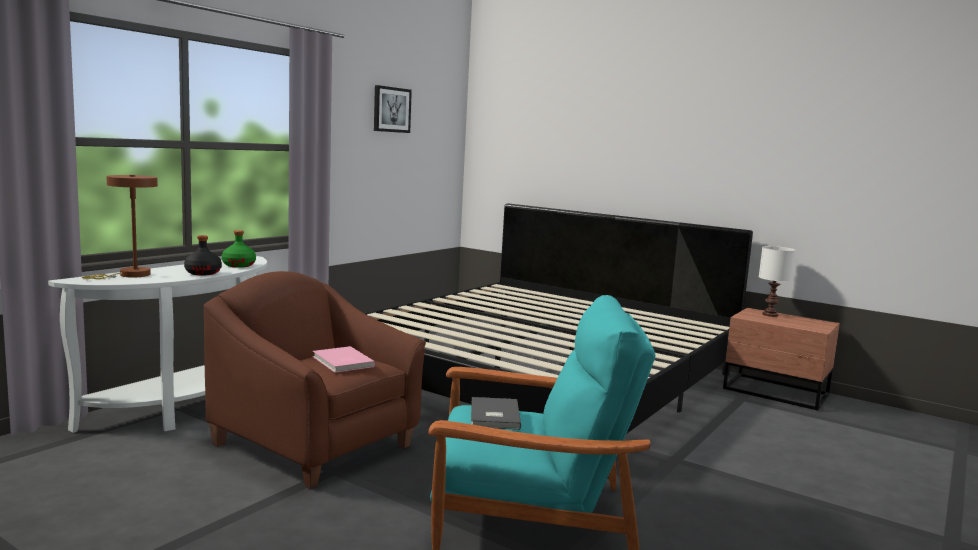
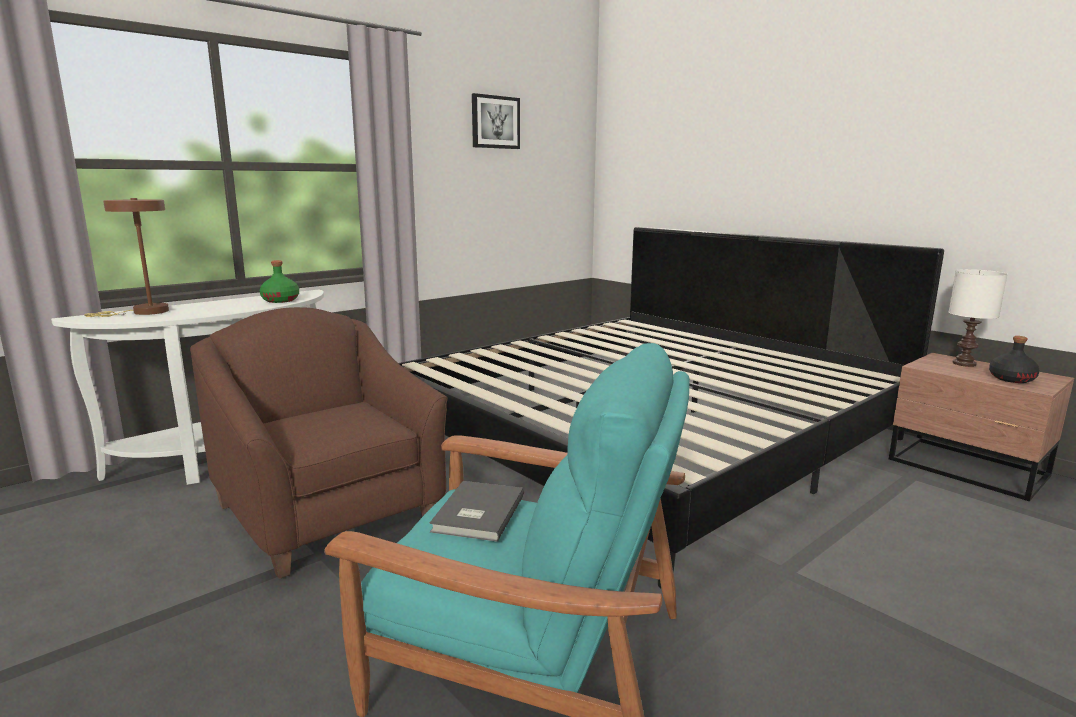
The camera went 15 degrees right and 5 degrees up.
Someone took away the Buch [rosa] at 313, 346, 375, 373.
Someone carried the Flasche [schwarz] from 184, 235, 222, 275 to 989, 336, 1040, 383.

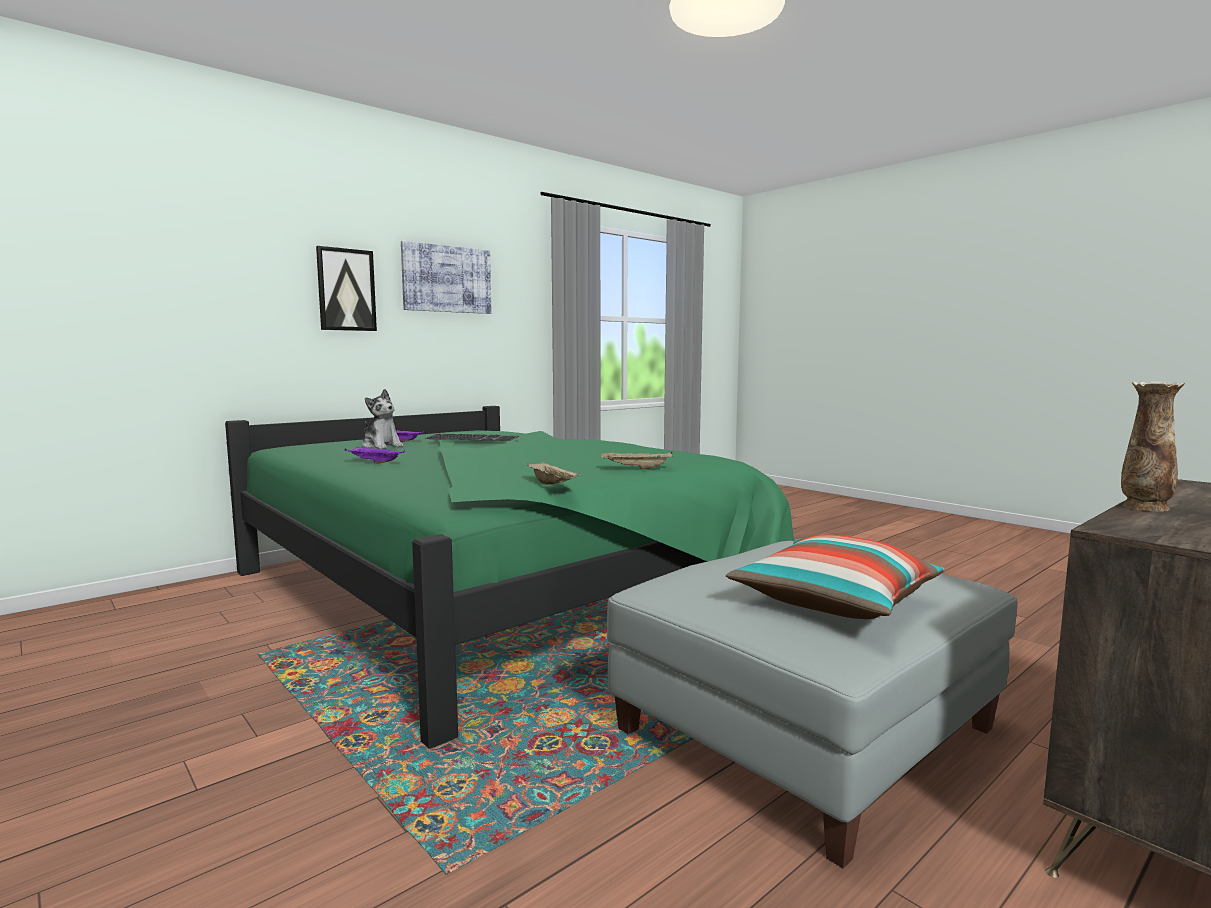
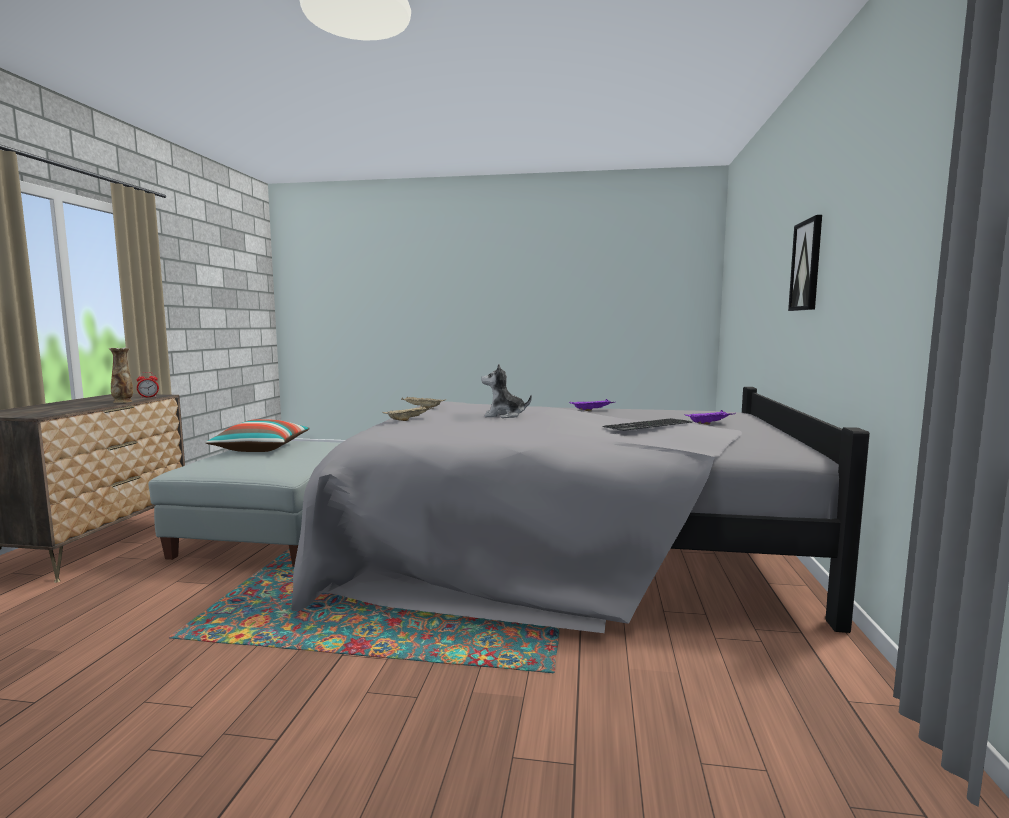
The camera went 140 degrees right and 0 degrees up.
Someone took away the Bild at 401, 241, 491, 314.
Someone put down the Wecker at 137, 372, 159, 398.
Someone carried the Plüschtier from 362, 389, 403, 449 to 481, 363, 532, 418.
Someone repainted the Bett [grün] at 225, 406, 794, 749, which became the Bett [grau] at 291, 387, 870, 633.

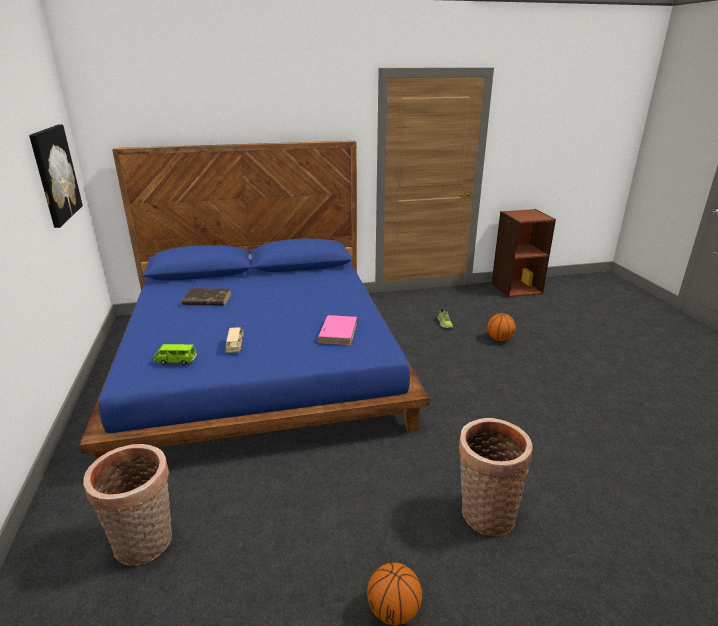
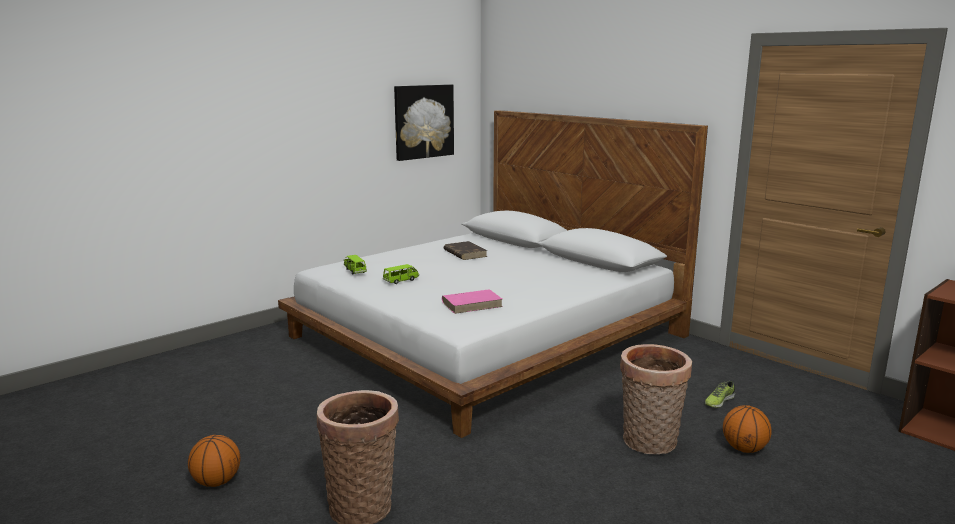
The camera went 60 degrees right and 10 degrees down.
Someone carried the Korb from 83, 444, 172, 566 to 620, 344, 692, 455.
Someone repainted the Bett [blau] at 79, 141, 430, 460, which became the Bett [weiß] at 278, 110, 708, 438.
Someone repainted the Spielzeugauto [beige] at 225, 327, 244, 353, which became the Spielzeugauto [grün] at 383, 264, 419, 284.

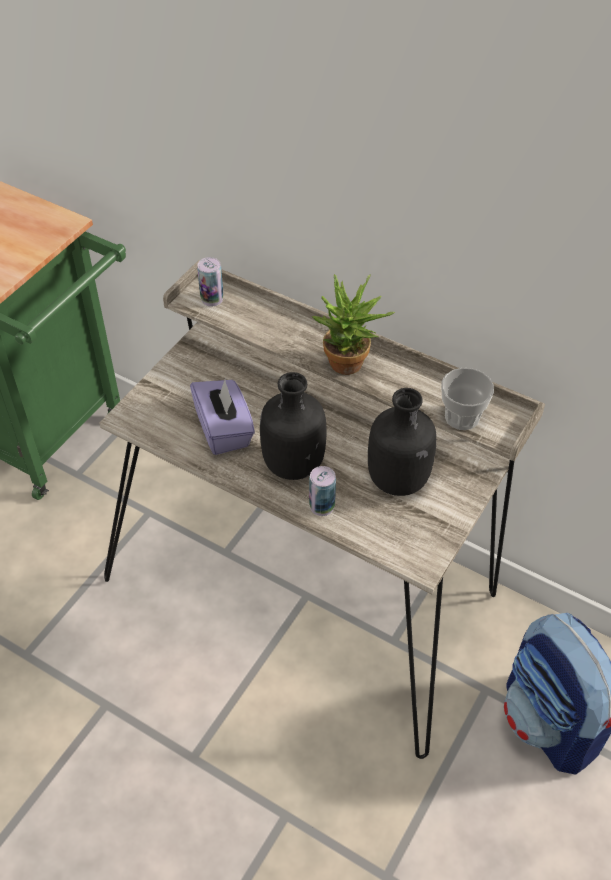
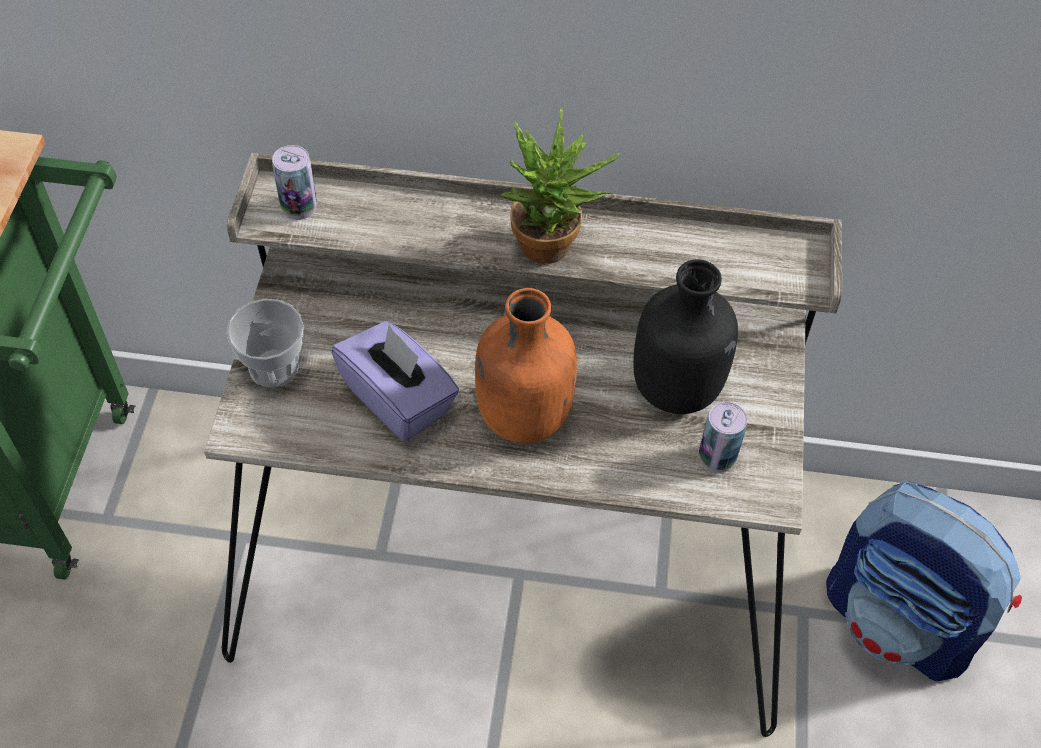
The camera went 25 degrees left and 5 degrees up.
Someone carried the Dose from 309, 466, 336, 516 to 699, 402, 747, 473.
Someone carried the Tasse from 441, 368, 494, 430 to 226, 299, 304, 388.
Someone repainted the Flasche [schwarz] at 260, 372, 327, 480, which became the Flasche [orange] at 475, 288, 577, 443.

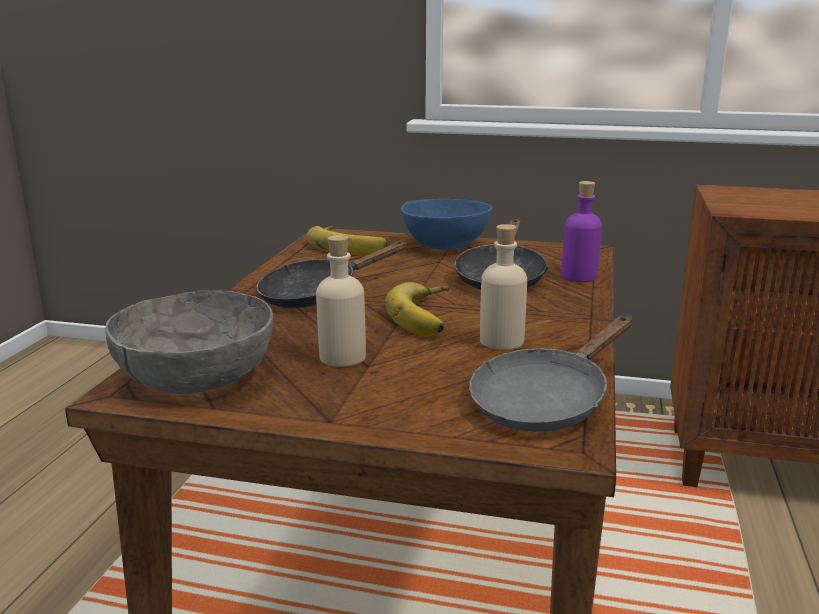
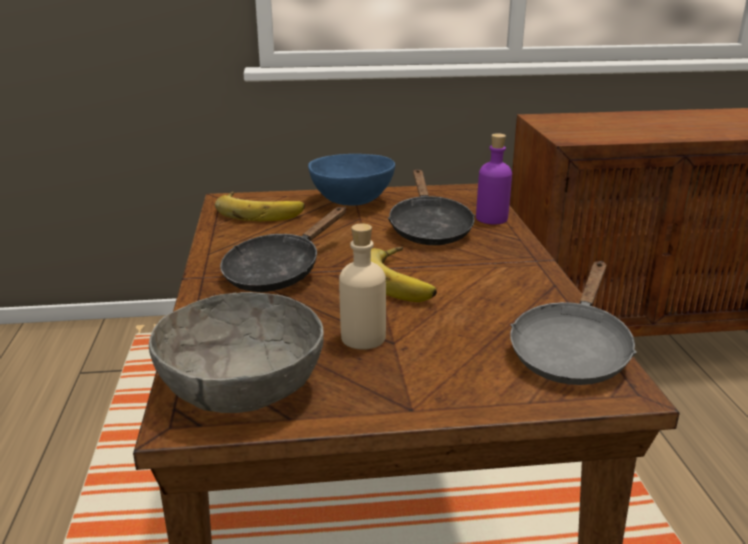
The camera went 20 degrees left and 5 degrees up.
Someone took away the Flasche [beige] at 480, 224, 527, 350.

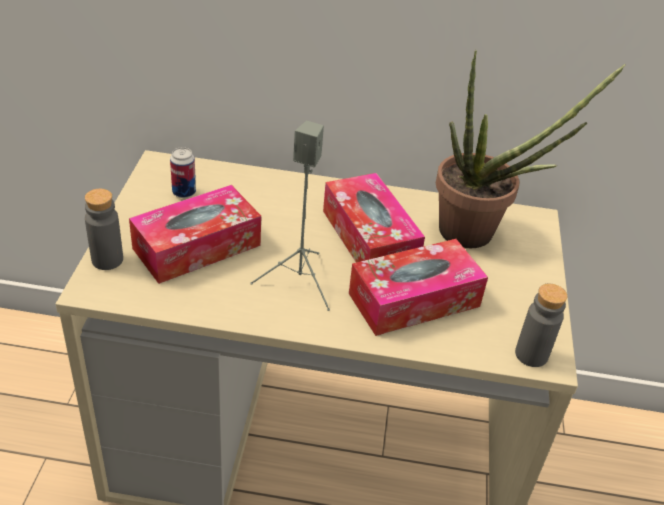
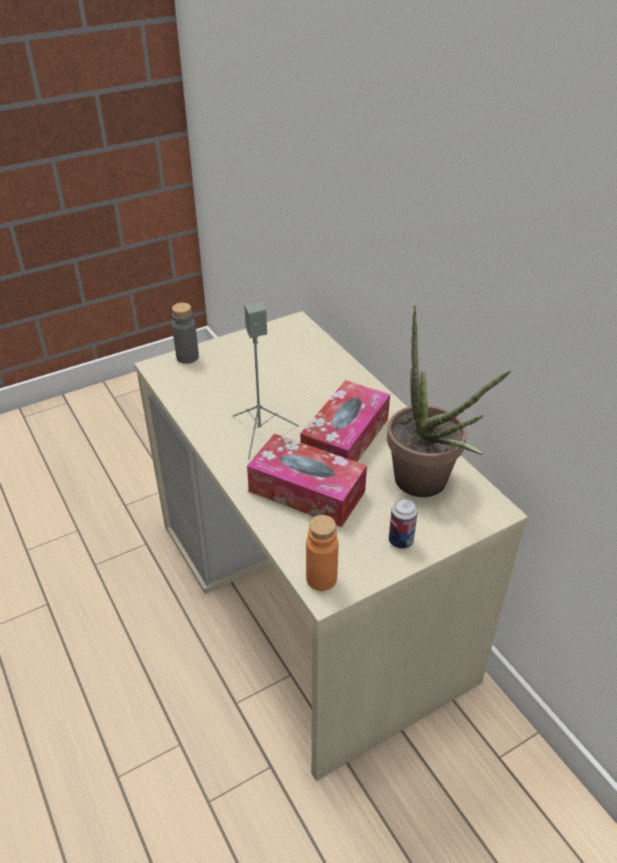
The camera went 55 degrees right and 0 degrees up.
Someone took away the Taschentuchbox at 129, 185, 261, 284.
Someone carried the Dose from 170, 147, 196, 198 to 389, 498, 418, 549.
Someone repainted the Flasche [grau] at 515, 284, 567, 367, which became the Flasche [orange] at 306, 515, 338, 591.

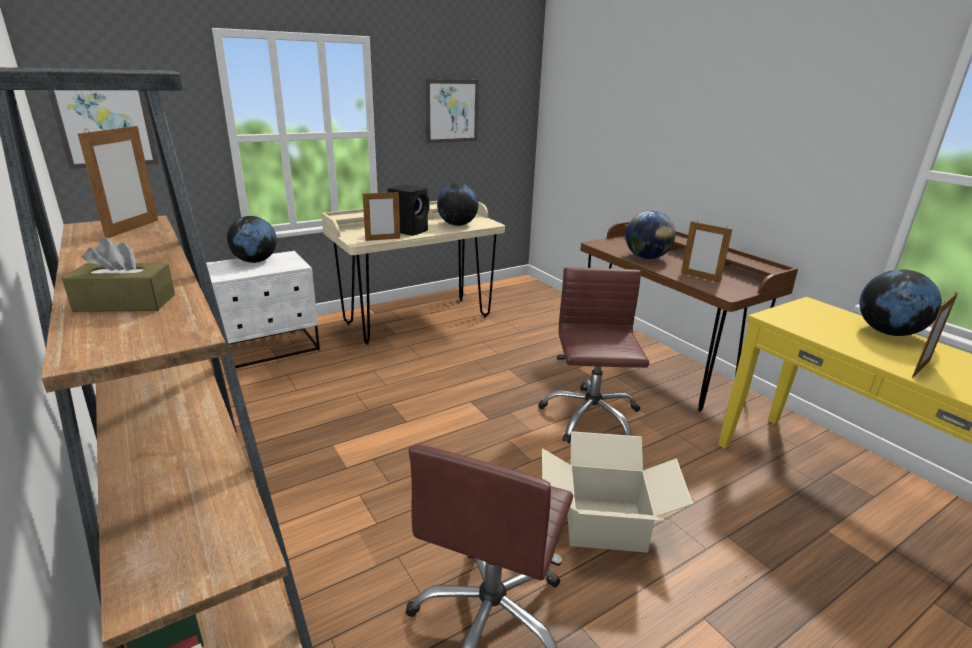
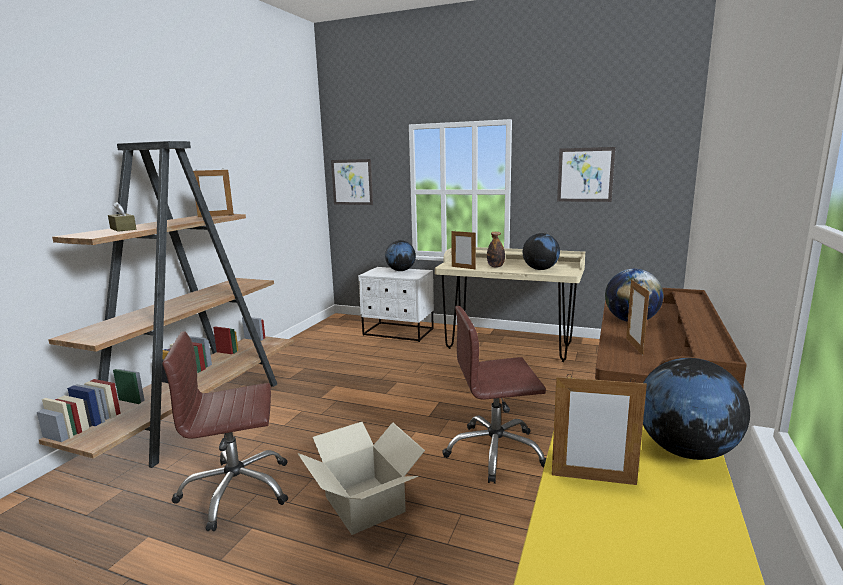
The camera went 55 degrees right and 10 degrees down.
Someone swapped the Lautsprecher [schwarz] at 388, 184, 429, 236 for the Flasche at 487, 232, 505, 268.
Someone rotated the Bürostuhl [braun] at 539, 268, 649, 443 by 150 degrees counterclockwise.

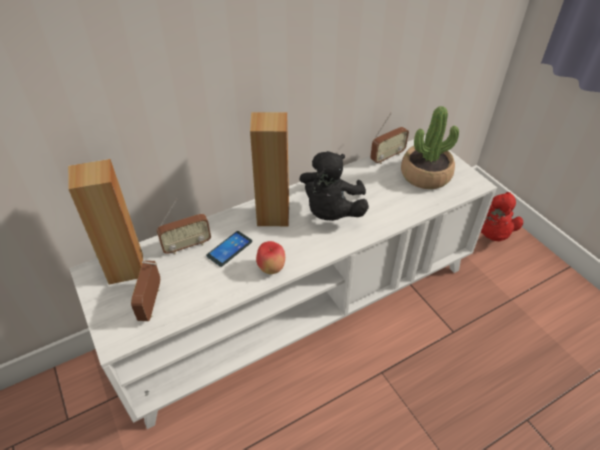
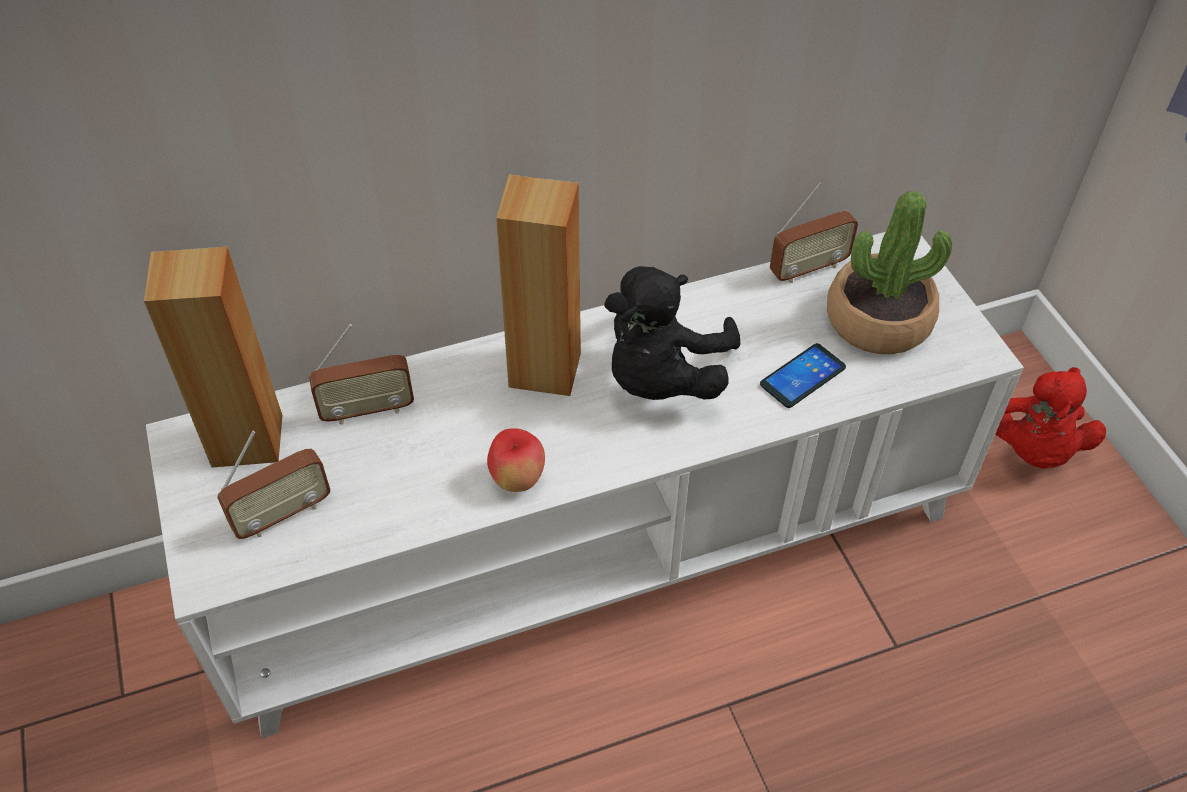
The camera went 10 degrees right and 5 degrees up.
Someone carried the Handy from 206, 231, 252, 267 to 760, 343, 846, 408.
Someone rotated the Radio at 131, 261, 160, 321 by 135 degrees counterclockwise.

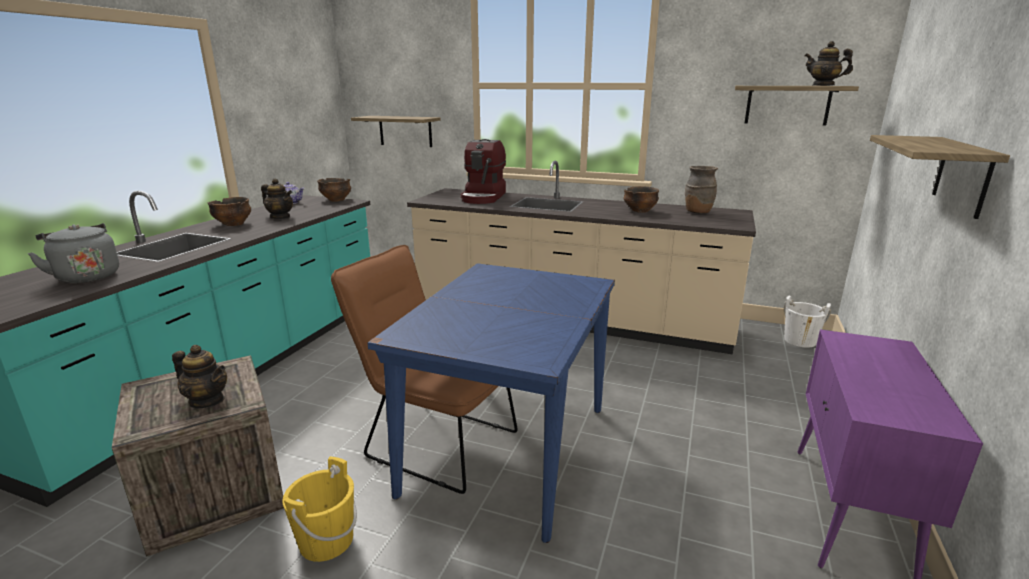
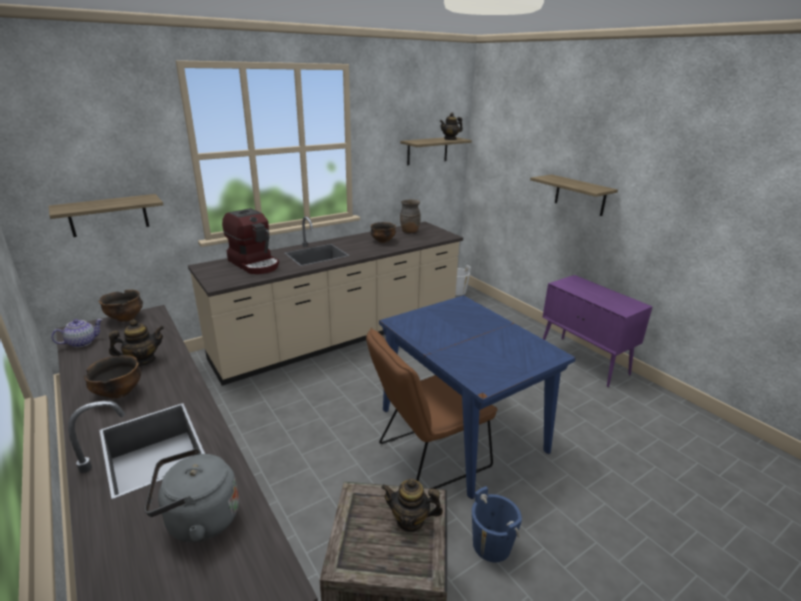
The camera went 55 degrees left and 5 degrees up.
Someone repainted the Eimer [gelb] at 282, 457, 357, 562, which became the Eimer [blau] at 472, 486, 522, 562.
Someone rotated the Teekanne at 172, 345, 227, 408 by 135 degrees counterclockwise.

